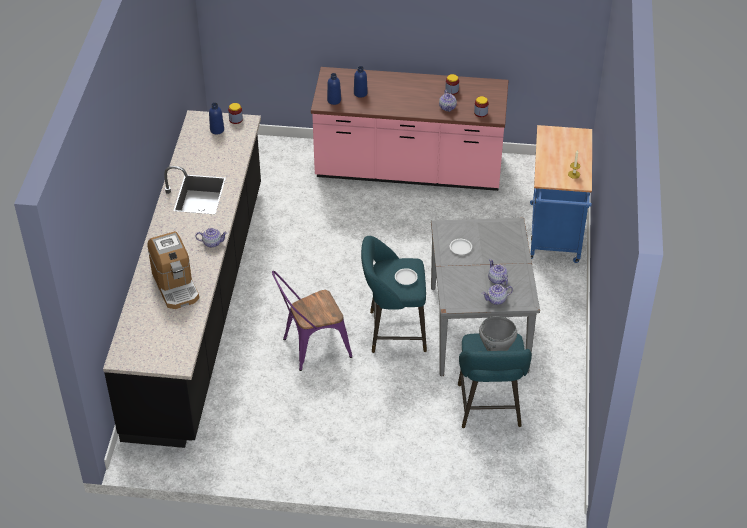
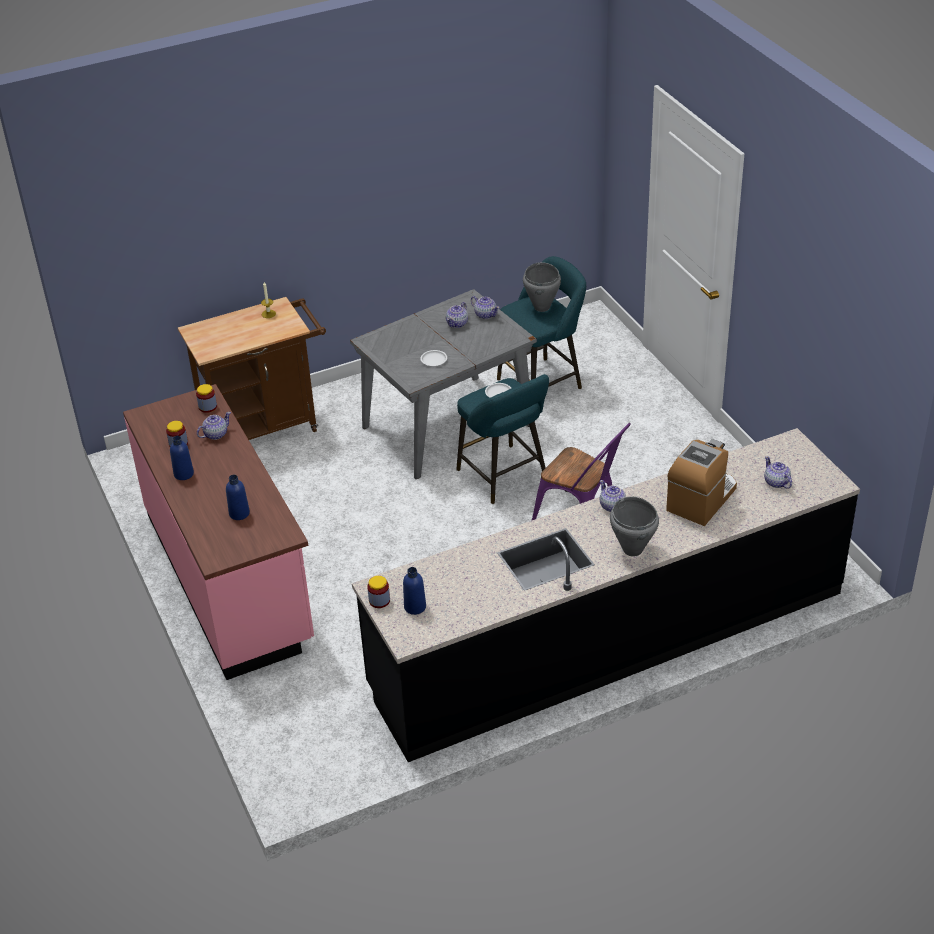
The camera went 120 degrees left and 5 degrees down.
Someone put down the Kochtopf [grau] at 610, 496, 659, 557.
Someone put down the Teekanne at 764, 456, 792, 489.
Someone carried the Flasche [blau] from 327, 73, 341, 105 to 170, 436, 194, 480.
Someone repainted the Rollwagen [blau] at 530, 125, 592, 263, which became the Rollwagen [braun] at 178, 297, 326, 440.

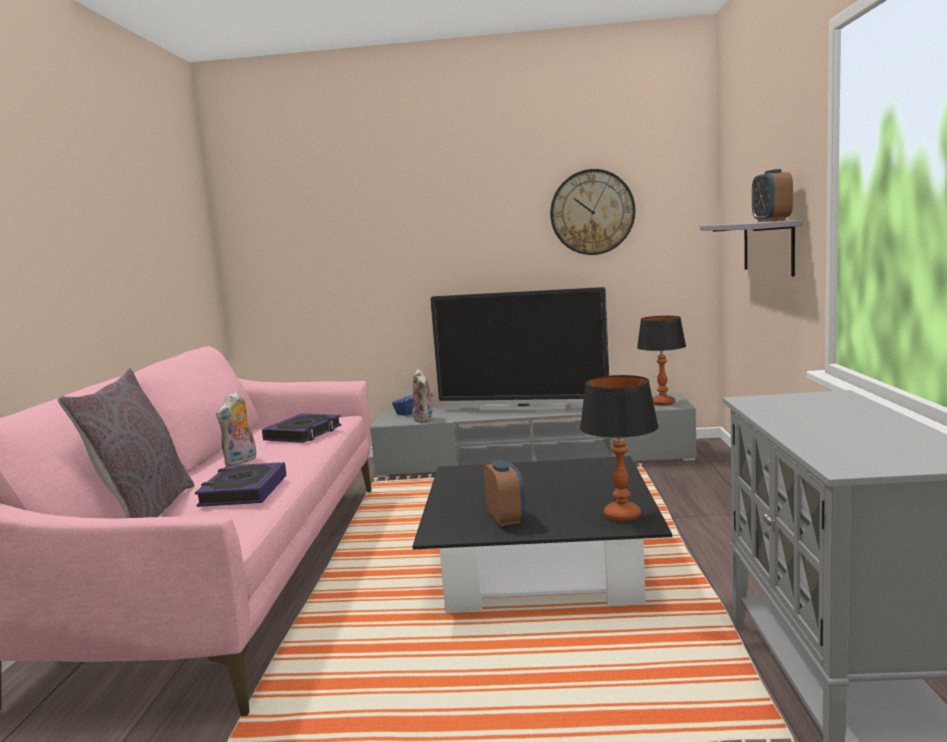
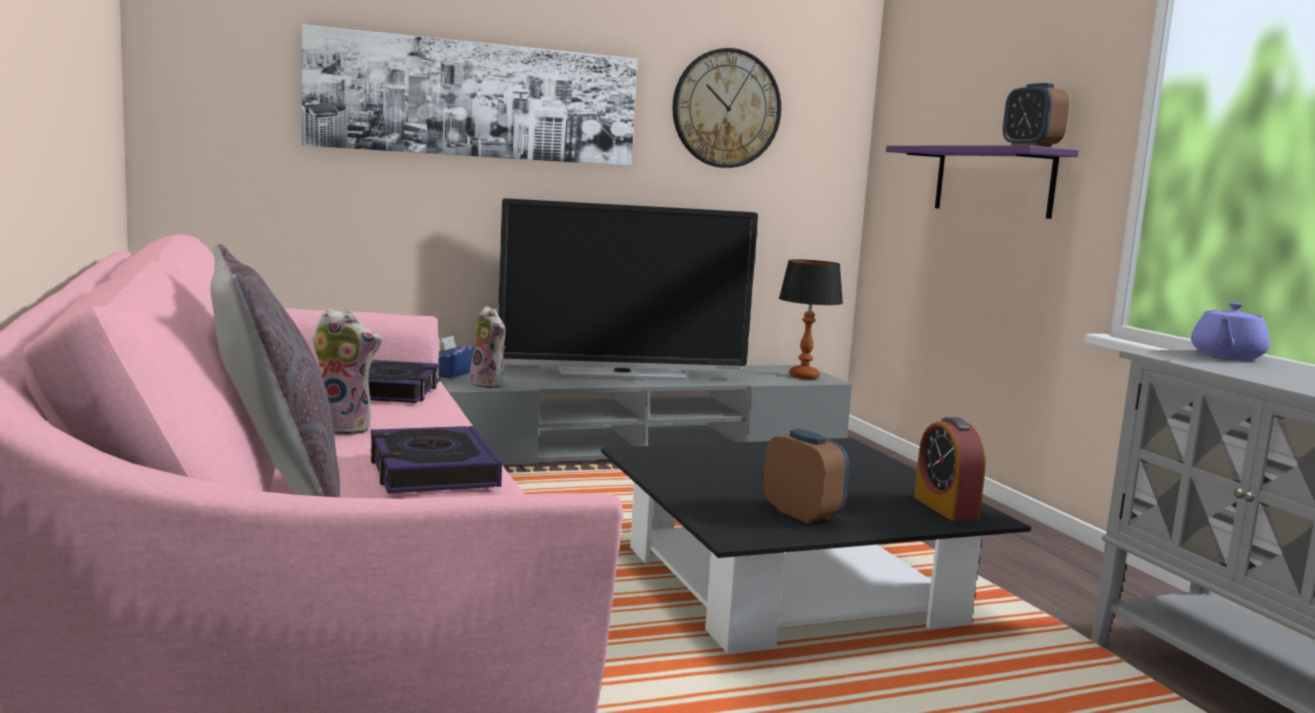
The camera went 25 degrees left and 0 degrees up.
Someone put up the Bild at 301, 24, 637, 166.
Someone put down the Teekanne [lila] at 1191, 302, 1270, 360.
Someone swapped the Tischlampe at 580, 375, 659, 522 for the Wecker at 914, 417, 986, 521.
Someone repainted the Wandregal [grau] at 700, 220, 803, 276, which became the Wandregal [lila] at 886, 145, 1079, 219.
Someone rotated the Plüschtier at 216, 391, 256, 466 by 90 degrees counterclockwise.

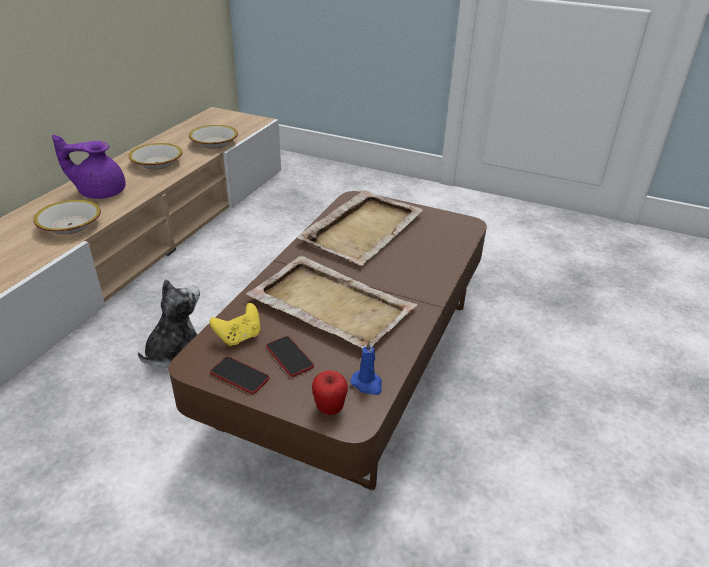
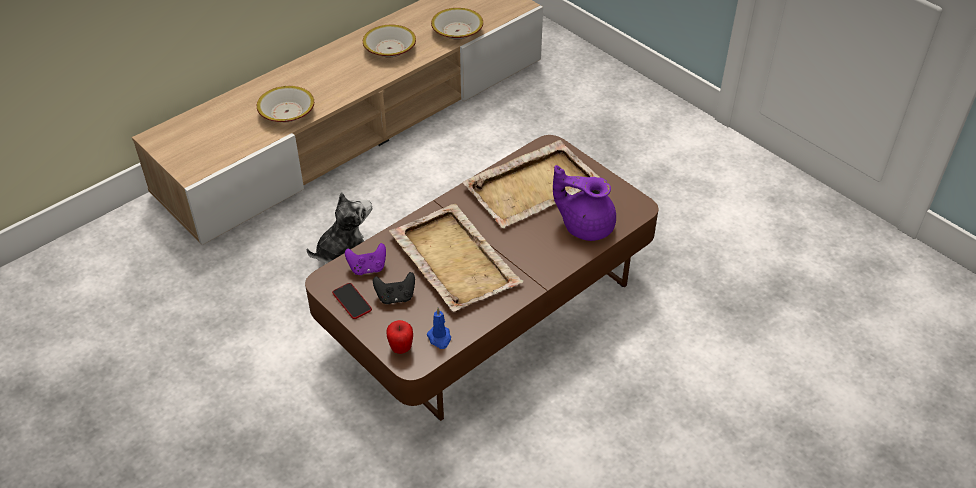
The camera went 25 degrees right and 10 degrees up.
Someone carried the Teekanne [lila] from 52, 134, 126, 199 to 553, 165, 616, 241.
Someone swapped the Handy at 266, 336, 314, 377 for the Gamepad [schwarz] at 373, 272, 415, 304.
Someone repainted the Gamepad [gelb] at 209, 303, 260, 347, which became the Gamepad [lila] at 345, 243, 386, 275.

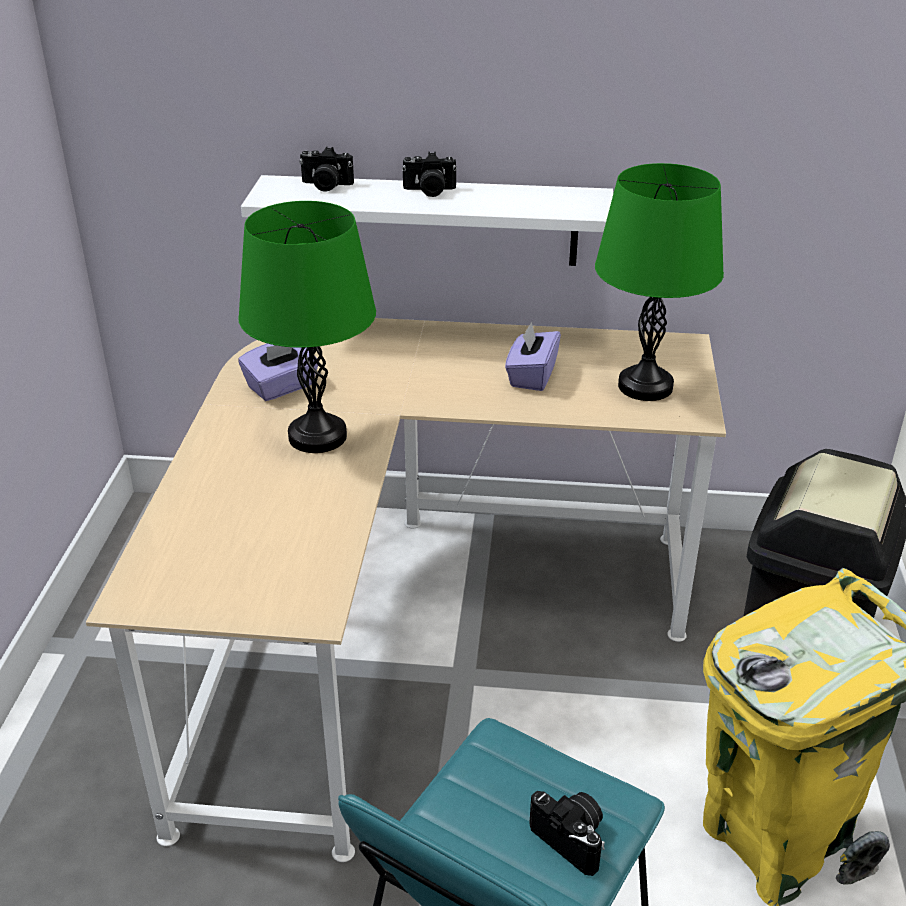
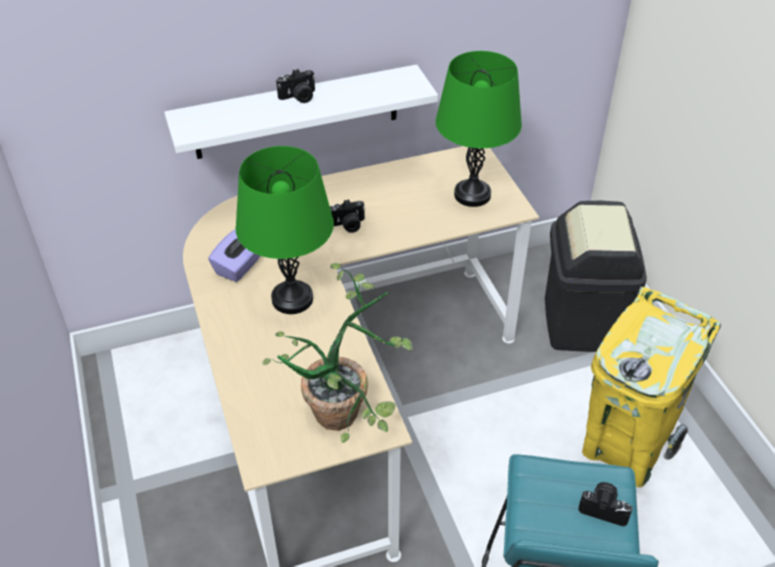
The camera went 25 degrees left and 10 degrees up.
Someone took away the Taschentuchbox [lila] at 505, 322, 561, 391.
Someone put down the Topfpflanze at 263, 263, 413, 443.
Someone carried the Kamera from 299, 147, 354, 192 to 330, 199, 365, 233.

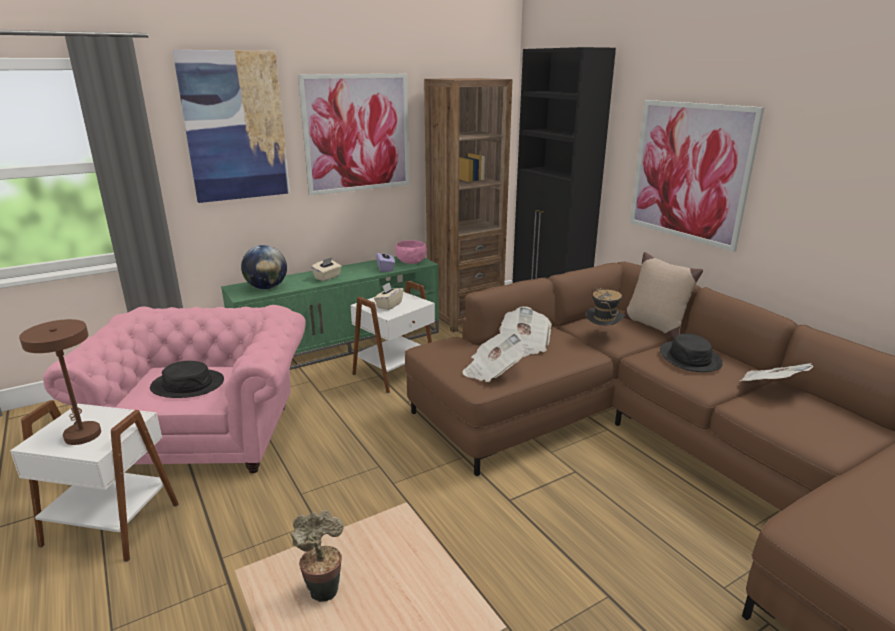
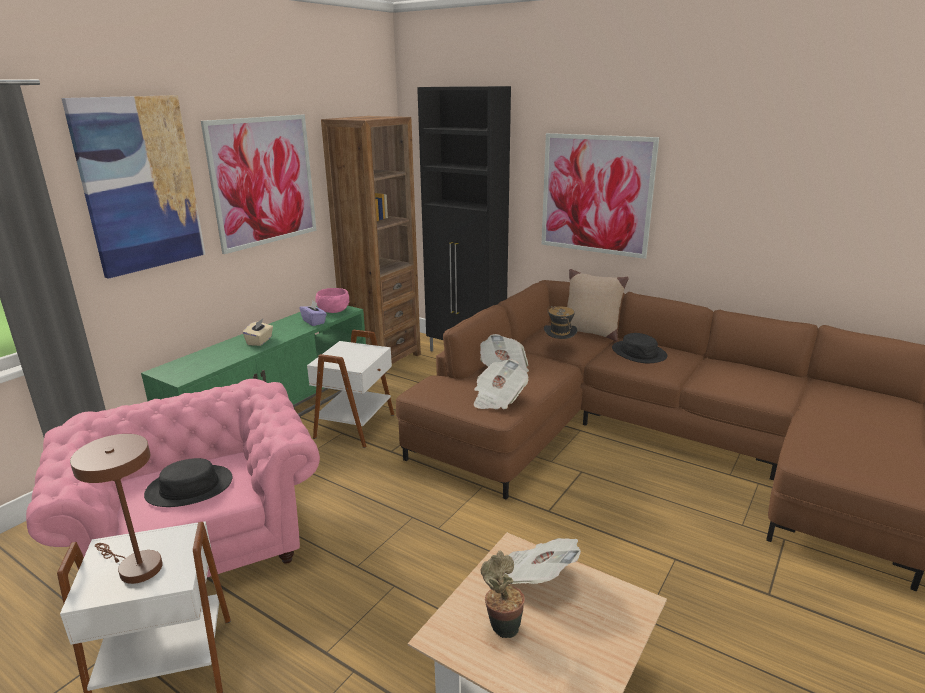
The camera went 25 degrees left and 0 degrees up.
Someone took away the Globus at 241, 245, 287, 289.
Someone took away the Taschentuchbox [beige] at 374, 282, 404, 310.
Someone carried the Zeitung from 740, 363, 813, 381 to 503, 538, 581, 584.

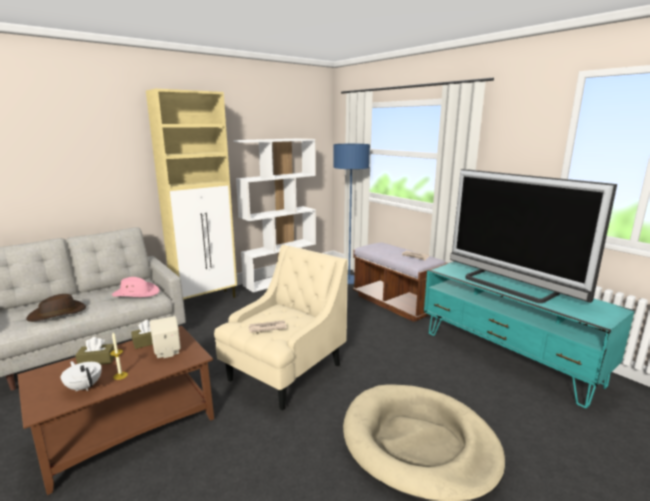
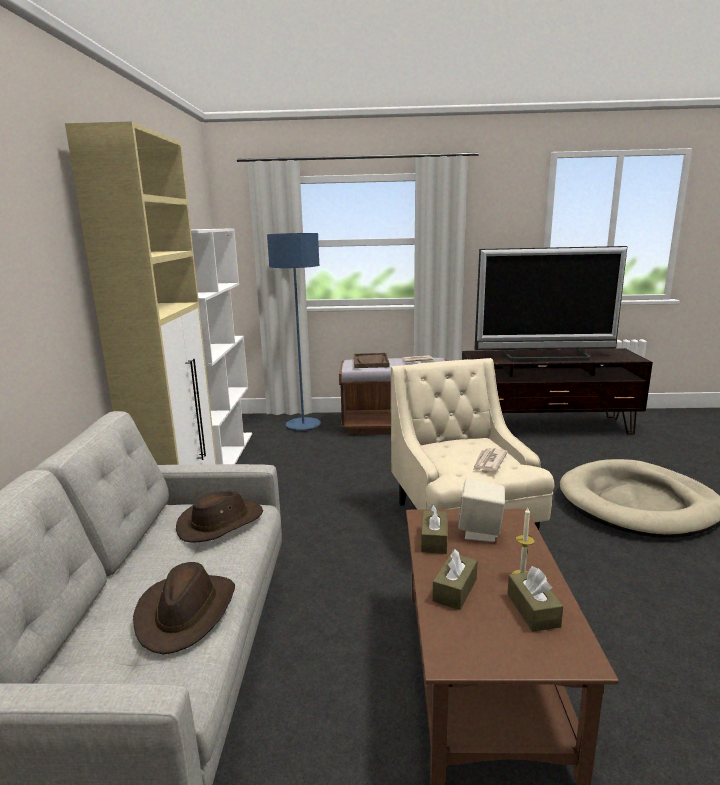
The camera went 50 degrees left and 0 degrees up.
Someone put down the Tablett [braun] at 354, 353, 389, 368.
Someone swapped the Teekanne [weiß] at 61, 361, 102, 391 for the Taschentuchbox [braun] at 507, 566, 563, 632.
Someone repainted the Hut [rosa] at 112, 277, 159, 297, which became the Hut [braun] at 176, 491, 263, 543.
Someone repainted the Fernsehschrank [türkis] at 424, 261, 635, 408, which became the Fernsehschrank [braun] at 462, 348, 653, 434.

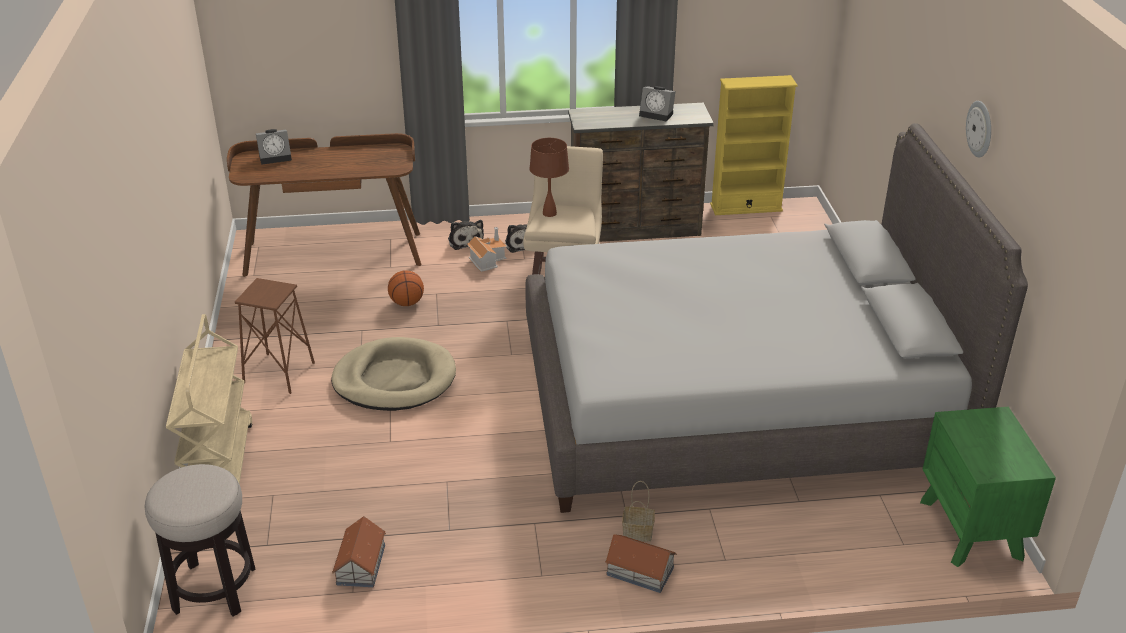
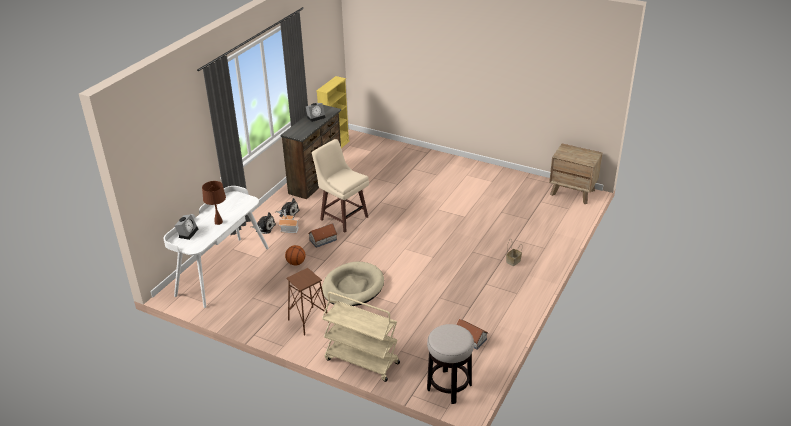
The camera went 55 degrees left and 0 degrees up.
Someone took away the Bett [grau] at 525, 123, 1028, 513.
Someone took away the Wanduhr at 966, 101, 991, 157.
Someone carried the Tischlampe [braun] from 530, 138, 569, 217 to 202, 181, 226, 225.
Someone carried the Spielzeughaus from 605, 535, 677, 593 to 308, 223, 338, 248.
Someone repainted the Schreibtisch [braun] at 227, 133, 421, 277, which became the Schreibtisch [weiß] at 164, 186, 269, 308.
Someone repainted the Nachttisch [grün] at 920, 407, 1056, 567, which became the Nachttisch [braun] at 549, 144, 602, 204.

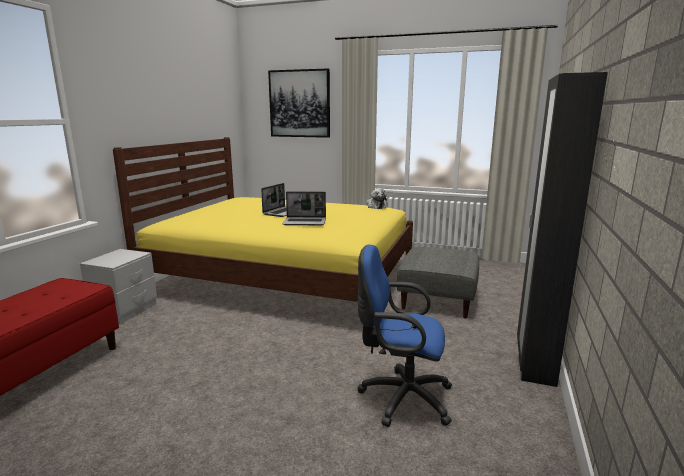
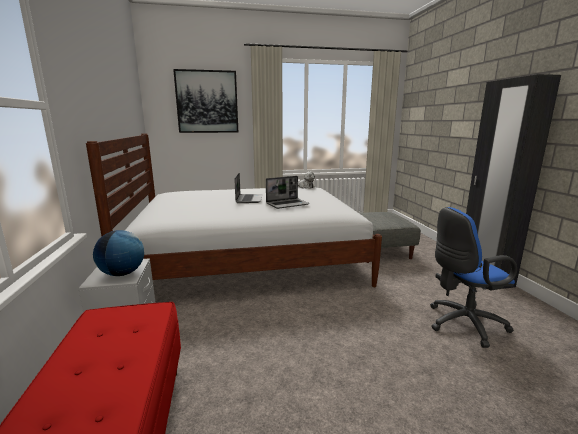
The camera went 30 degrees left and 0 degrees up.
Someone put down the Globus at 93, 230, 144, 276.
Someone repainted the Bett [gelb] at 113, 137, 413, 302, which became the Bett [weiß] at 86, 133, 382, 287.

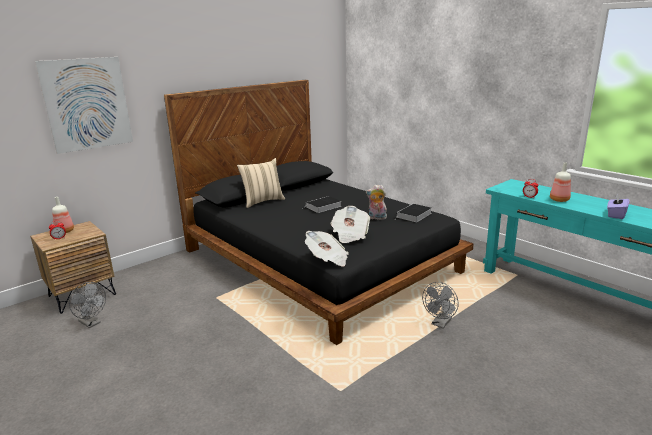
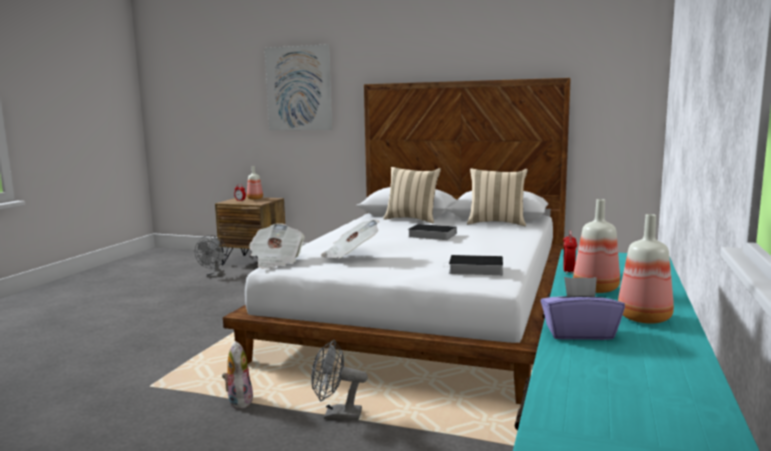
The camera went 60 degrees right and 10 degrees down.
Someone put down the Kissen [beige] at 467, 168, 528, 226.
Someone put down the Flasche at 618, 214, 674, 324.
Someone carried the Plüschtier from 366, 185, 387, 220 to 222, 341, 253, 409.
Someone repainted the Bett [schwarz] at 164, 80, 474, 345, which became the Bett [weiß] at 223, 78, 571, 404.

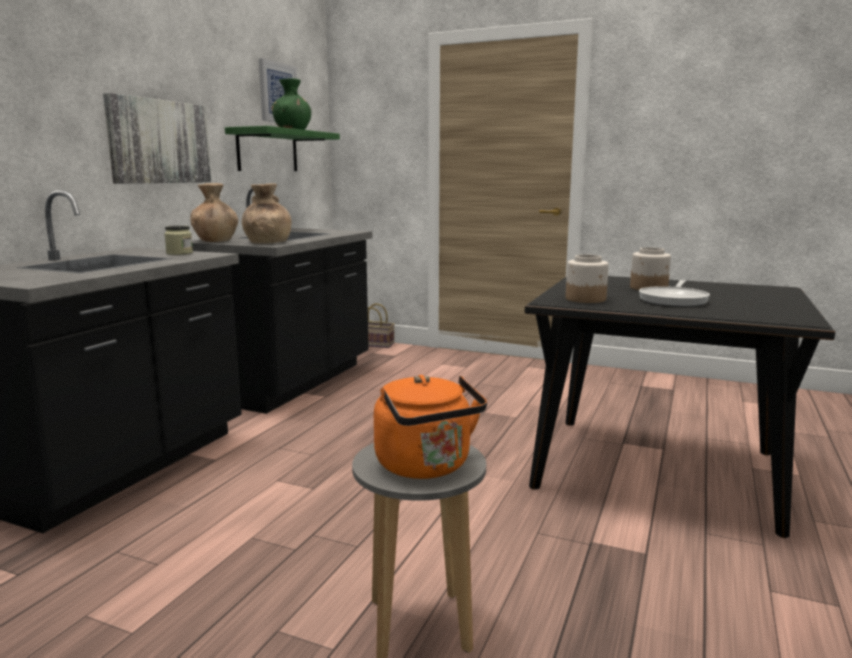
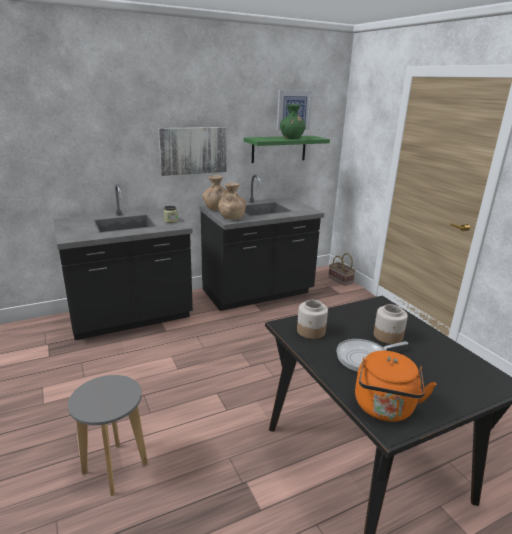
The camera went 40 degrees right and 10 degrees up.
Someone carried the Wasserkessel [orange] from 374, 375, 487, 479 to 355, 351, 436, 422.

